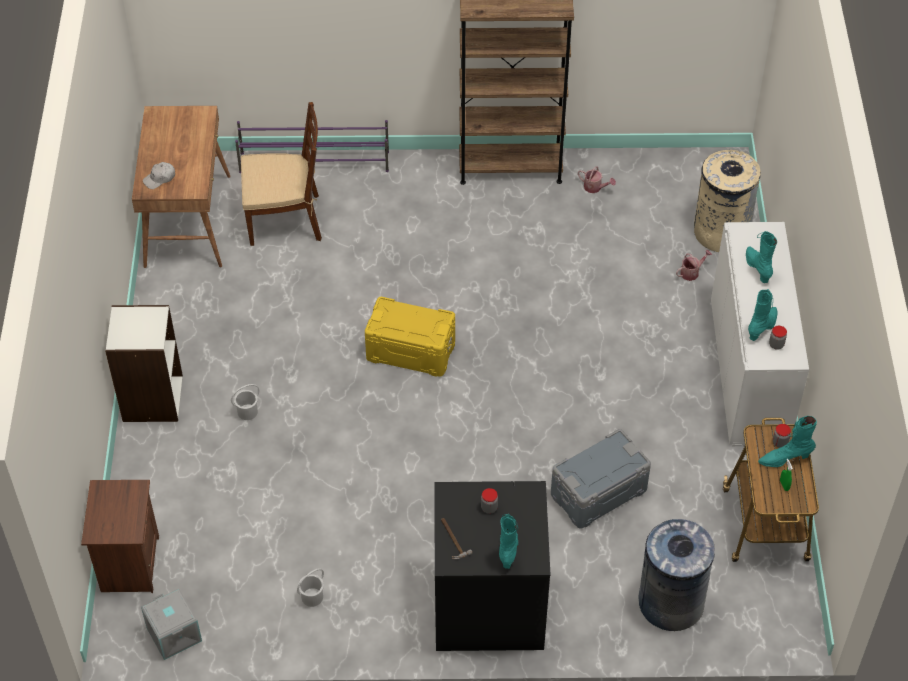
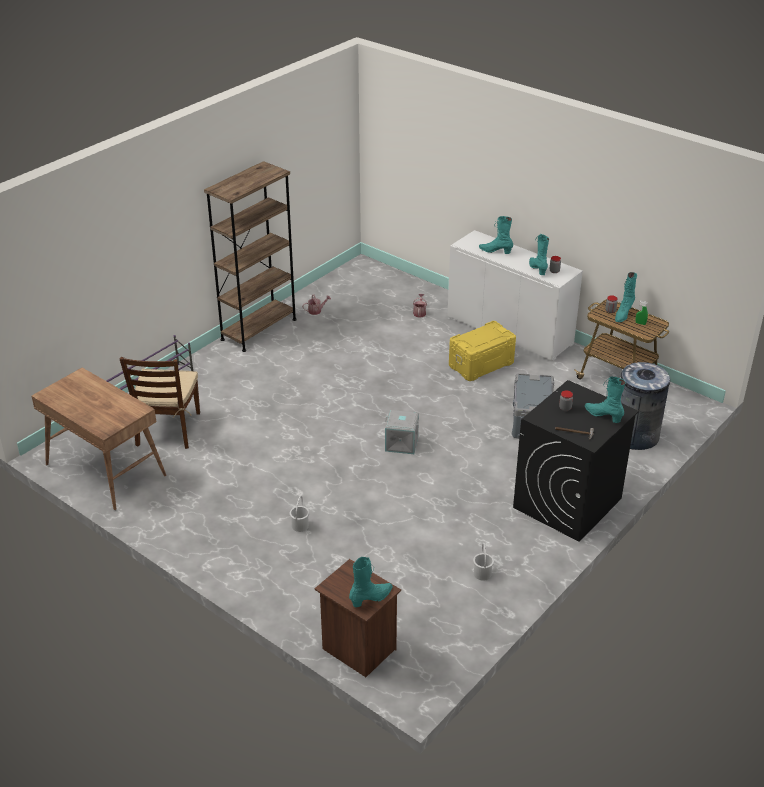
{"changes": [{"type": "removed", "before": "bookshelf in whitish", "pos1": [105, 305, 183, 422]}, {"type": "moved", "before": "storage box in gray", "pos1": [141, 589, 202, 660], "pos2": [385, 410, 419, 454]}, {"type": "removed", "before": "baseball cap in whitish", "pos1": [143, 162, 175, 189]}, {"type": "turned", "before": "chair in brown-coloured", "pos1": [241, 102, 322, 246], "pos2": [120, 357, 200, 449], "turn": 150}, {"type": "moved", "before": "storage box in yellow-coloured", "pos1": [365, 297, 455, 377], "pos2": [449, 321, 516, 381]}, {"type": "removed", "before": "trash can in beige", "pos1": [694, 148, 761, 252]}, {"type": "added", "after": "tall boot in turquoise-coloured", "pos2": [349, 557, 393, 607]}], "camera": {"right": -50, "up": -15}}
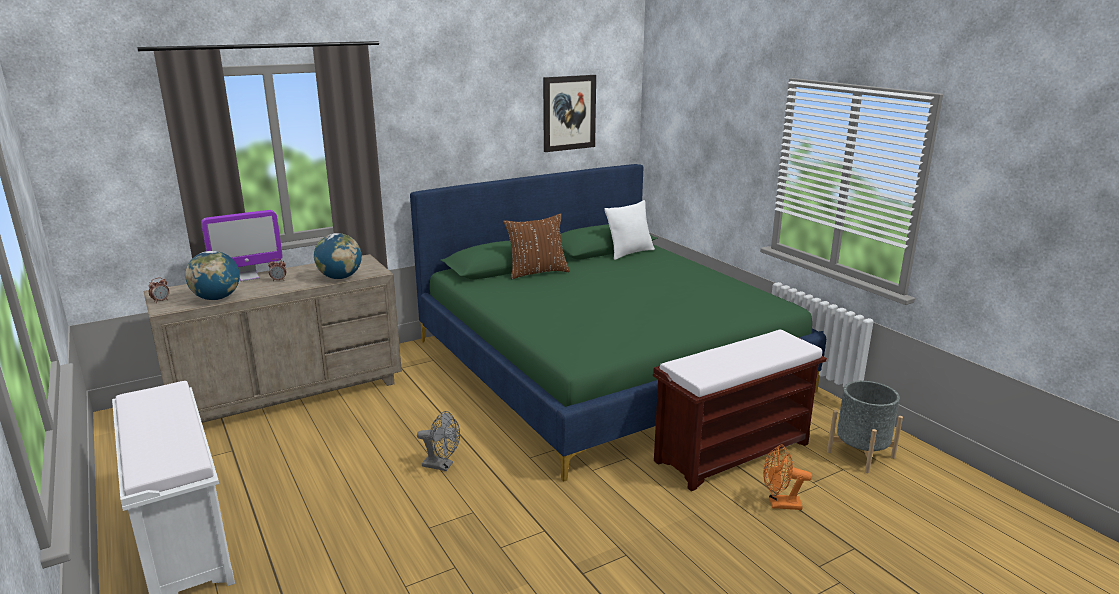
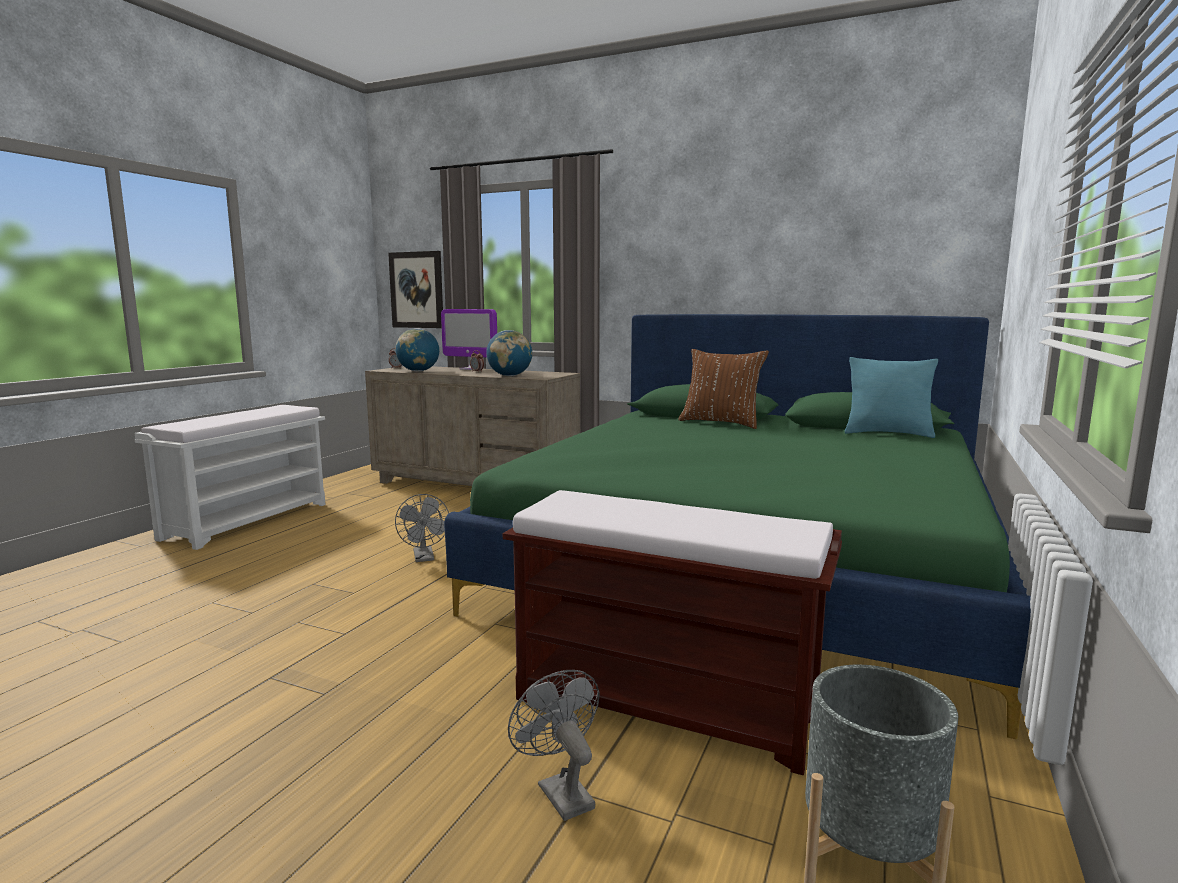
{"changes": [{"type": "moved", "before": "wall picture", "pos1": [543, 75, 596, 152], "pos2": [388, 251, 443, 328]}, {"type": "recoloured", "before": "cushion in whitish", "after": "cushion in turquoise-coloured", "pos1": [604, 200, 655, 260], "pos2": [845, 357, 938, 438]}, {"type": "recoloured", "before": "electric fan in orange", "after": "electric fan in gray", "pos1": [763, 444, 812, 510], "pos2": [508, 670, 600, 821]}], "camera": {"right": 55, "up": -10}}
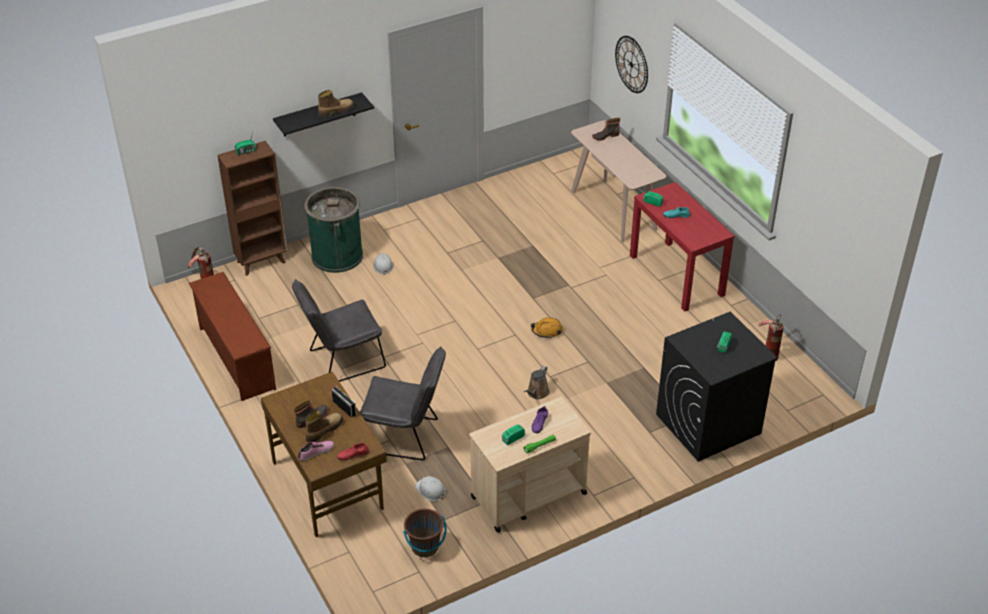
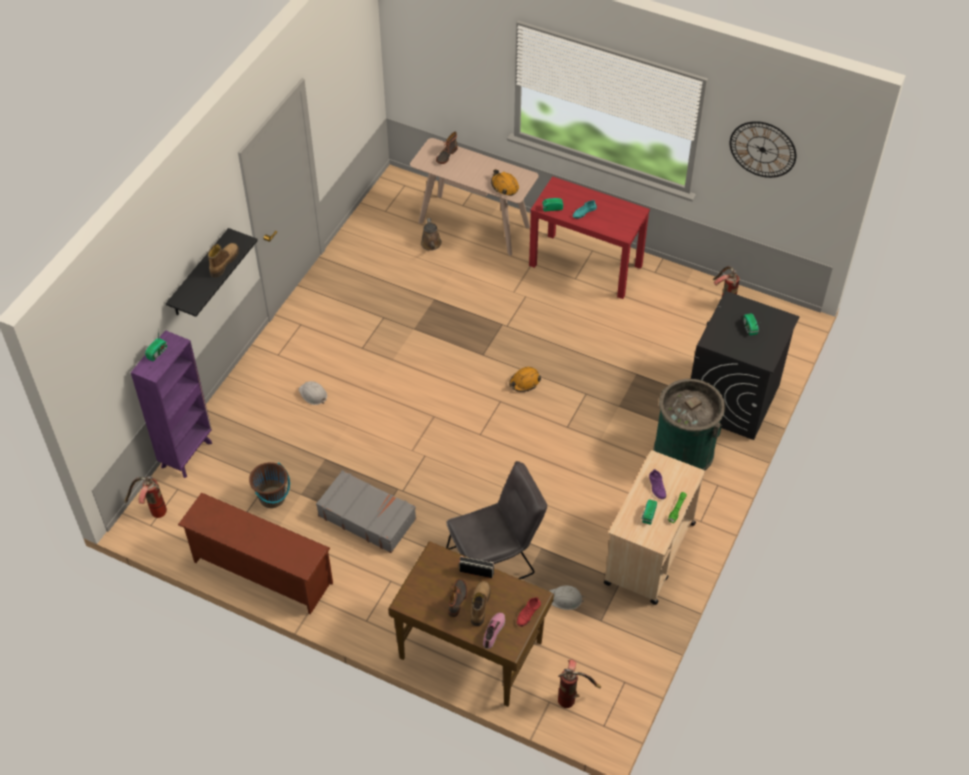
{"changes": [{"type": "recoloured", "before": "bookshelf in brown-coloured", "after": "bookshelf in purplish", "pos1": [217, 141, 288, 276], "pos2": [131, 330, 212, 478]}, {"type": "replaced", "before": "chair in gray", "after": "piece of luggage in gray", "pos1": [292, 279, 386, 382], "pos2": [316, 470, 416, 553]}, {"type": "moved", "before": "trash can in green", "pos1": [304, 187, 363, 273], "pos2": [653, 379, 725, 470]}, {"type": "moved", "before": "pail in brown-coloured", "pos1": [403, 509, 447, 557], "pos2": [249, 462, 290, 508]}, {"type": "moved", "before": "watering can in brown-coloured", "pos1": [524, 366, 550, 399], "pos2": [421, 218, 442, 251]}, {"type": "moved", "before": "hanging clock", "pos1": [615, 36, 648, 93], "pos2": [730, 121, 796, 178]}, {"type": "added", "after": "hard hat in orange", "pos2": [491, 169, 519, 196]}, {"type": "added", "after": "extinguisher", "pos2": [558, 659, 601, 708]}], "camera": {"right": -35, "up": 10}}
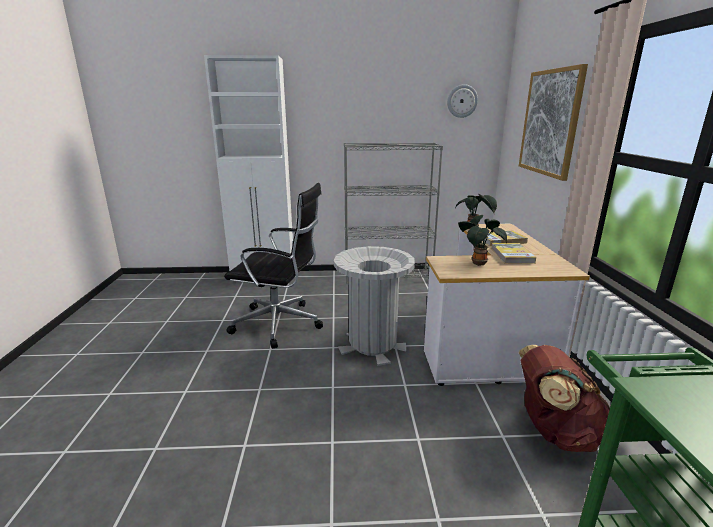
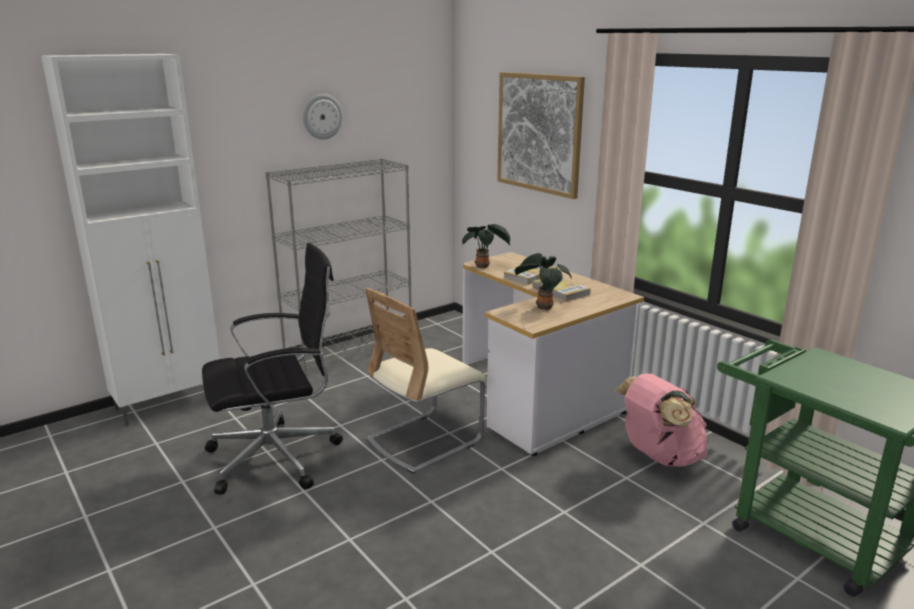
{"changes": [{"type": "replaced", "before": "trash can in gray", "after": "chair in beige", "pos1": [334, 246, 415, 366], "pos2": [365, 288, 486, 474]}, {"type": "moved", "before": "hanging clock", "pos1": [447, 84, 478, 118], "pos2": [303, 94, 343, 140]}, {"type": "recoloured", "before": "backpack in brown-coloured", "after": "backpack in pink-coloured", "pos1": [518, 345, 610, 452], "pos2": [615, 373, 708, 467]}], "camera": {"right": -35, "up": 0}}
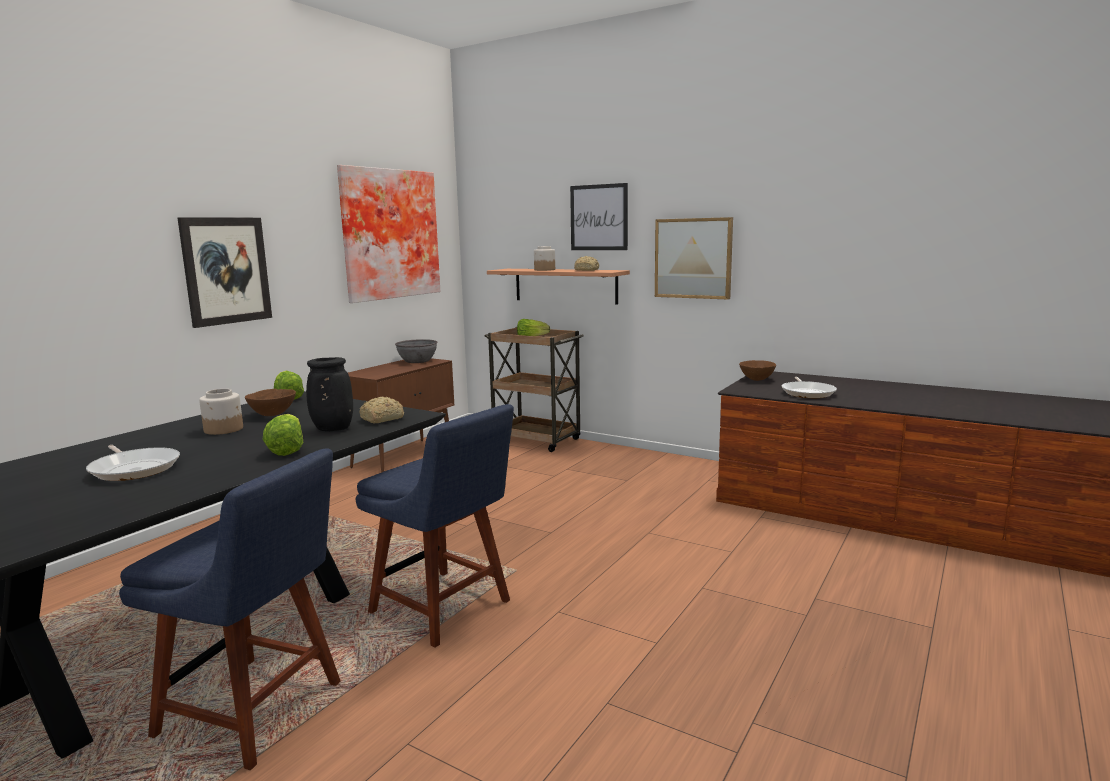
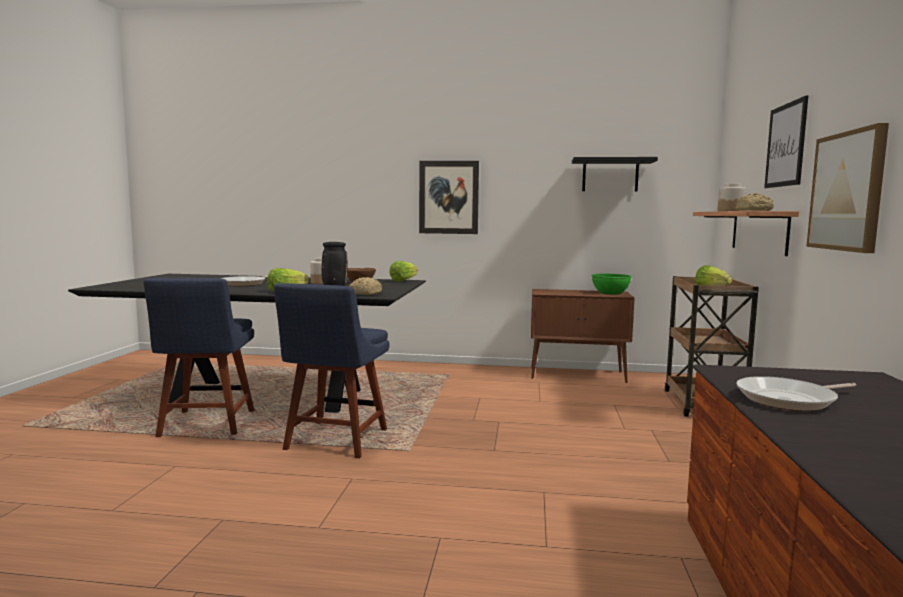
{"changes": [{"type": "replaced", "before": "wall picture", "after": "bracket shelf in black", "pos1": [337, 165, 440, 303], "pos2": [572, 157, 658, 192]}, {"type": "recoloured", "before": "bowl in gray", "after": "bowl in green", "pos1": [395, 339, 437, 363], "pos2": [591, 274, 632, 295]}, {"type": "removed", "before": "bowl in brown-coloured", "pos1": [739, 360, 776, 381]}], "camera": {"right": 65, "up": -5}}
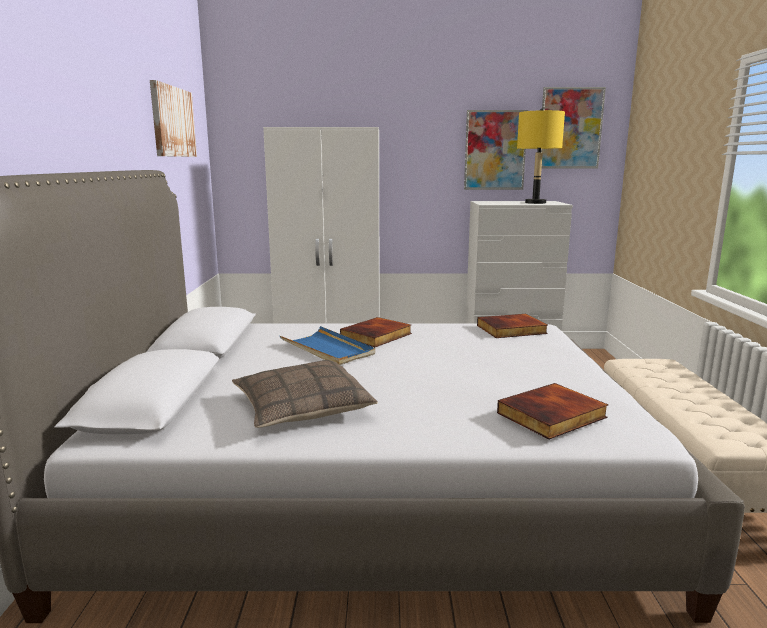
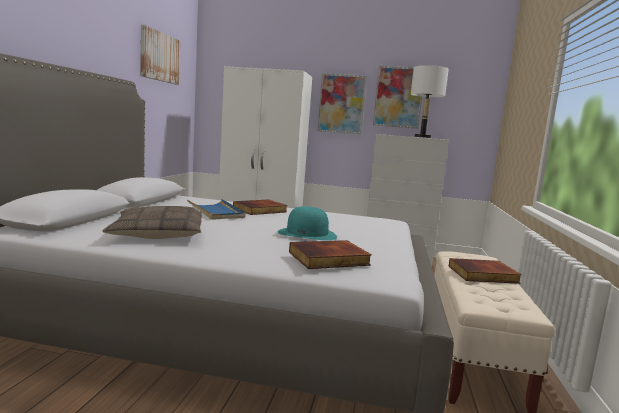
{"changes": [{"type": "moved", "before": "volume", "pos1": [477, 314, 548, 338], "pos2": [448, 258, 522, 284]}, {"type": "recoloured", "before": "table lamp in yellow-coloured", "after": "table lamp in whitish", "pos1": [517, 108, 565, 204], "pos2": [411, 65, 449, 138]}, {"type": "moved", "before": "wall picture", "pos1": [541, 87, 606, 168], "pos2": [318, 73, 367, 134]}, {"type": "added", "after": "wearable hat in turquoise-coloured", "pos2": [278, 206, 337, 241]}], "camera": {"right": 10, "up": -5}}
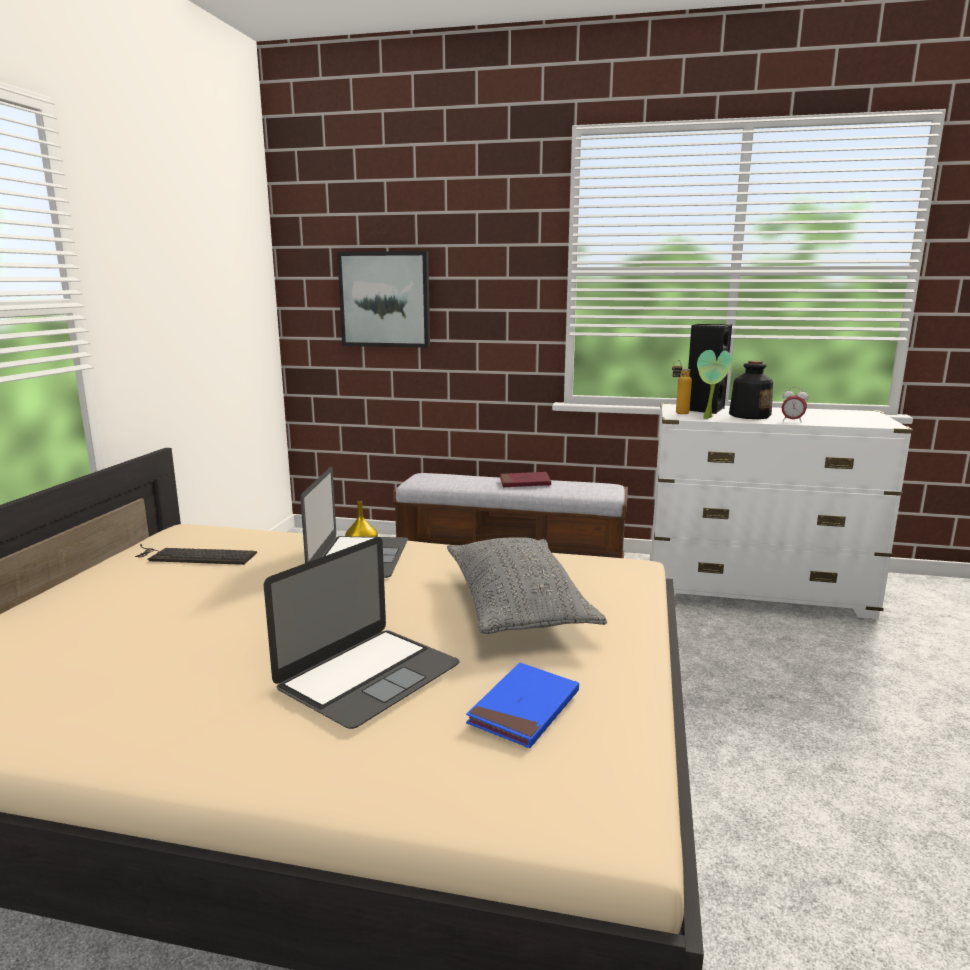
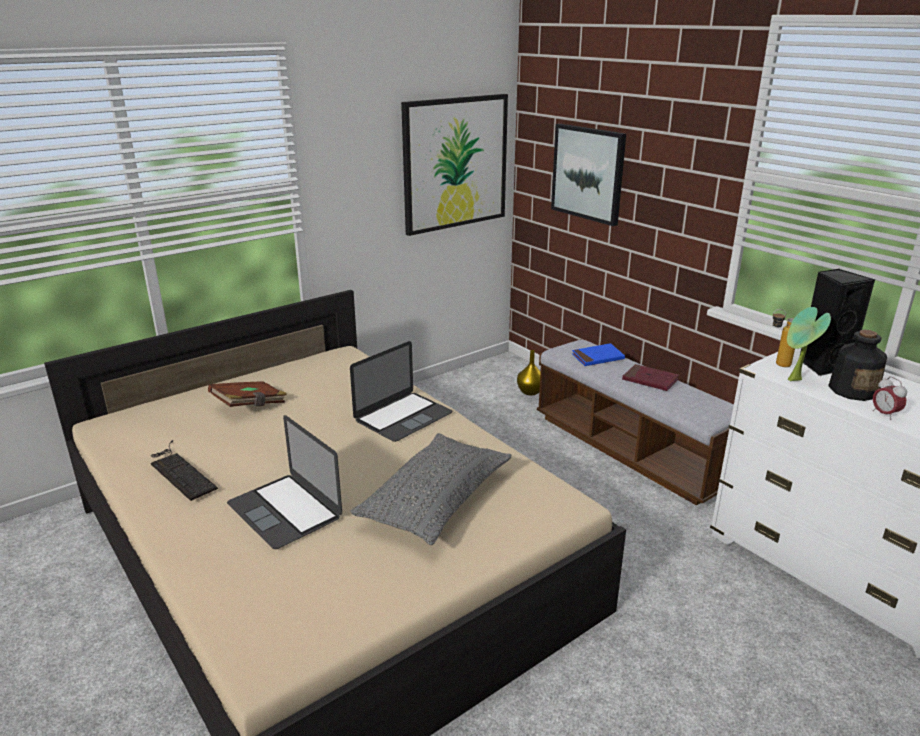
{"changes": [{"type": "moved", "before": "keyboard", "pos1": [135, 544, 257, 565], "pos2": [151, 440, 218, 501]}, {"type": "turned", "before": "laptop", "pos1": [264, 537, 459, 729], "pos2": [227, 415, 342, 549], "turn": 60}, {"type": "moved", "before": "volume in bluish", "pos1": [466, 663, 579, 748], "pos2": [572, 343, 625, 366]}, {"type": "added", "after": "volume in brown-coloured", "pos2": [208, 381, 287, 407]}, {"type": "added", "after": "wall picture", "pos2": [401, 94, 508, 236]}], "camera": {"right": 40, "up": 10}}
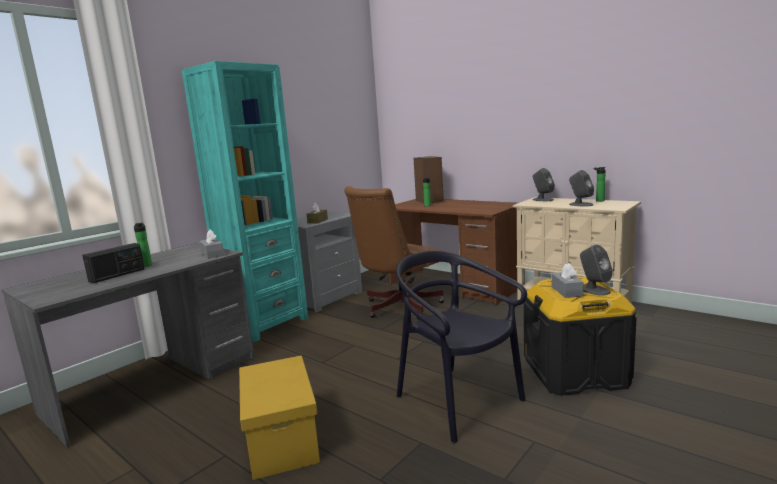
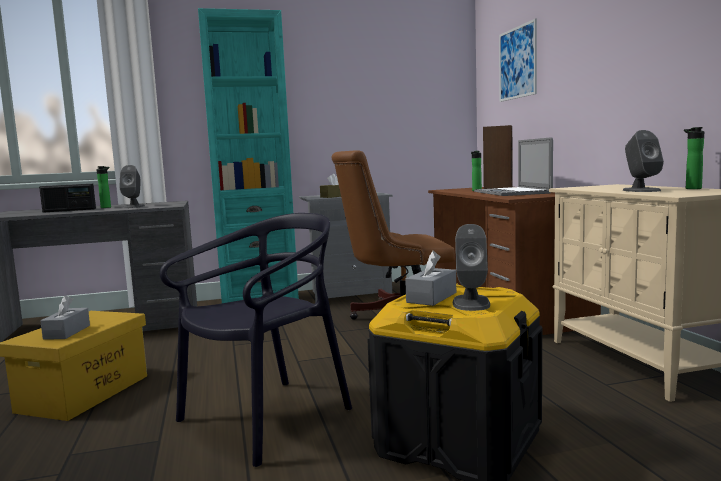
{"changes": [{"type": "moved", "before": "tissue holder in gray", "pos1": [199, 230, 224, 259], "pos2": [40, 295, 90, 340]}, {"type": "turned", "before": "chair in black", "pos1": [396, 251, 527, 443], "pos2": [160, 213, 352, 467], "turn": 45}, {"type": "moved", "before": "speaker in gray", "pos1": [533, 168, 555, 201], "pos2": [119, 165, 145, 208]}, {"type": "added", "after": "laptop", "pos2": [474, 137, 553, 196]}, {"type": "added", "after": "wall picture", "pos2": [499, 19, 537, 102]}], "camera": {"right": 35, "up": -5}}
